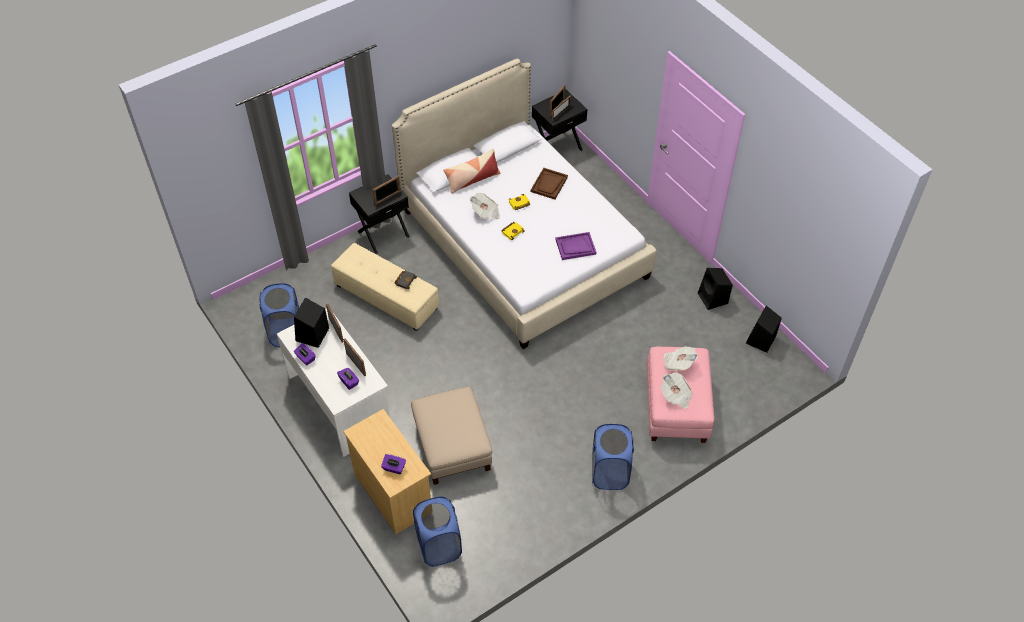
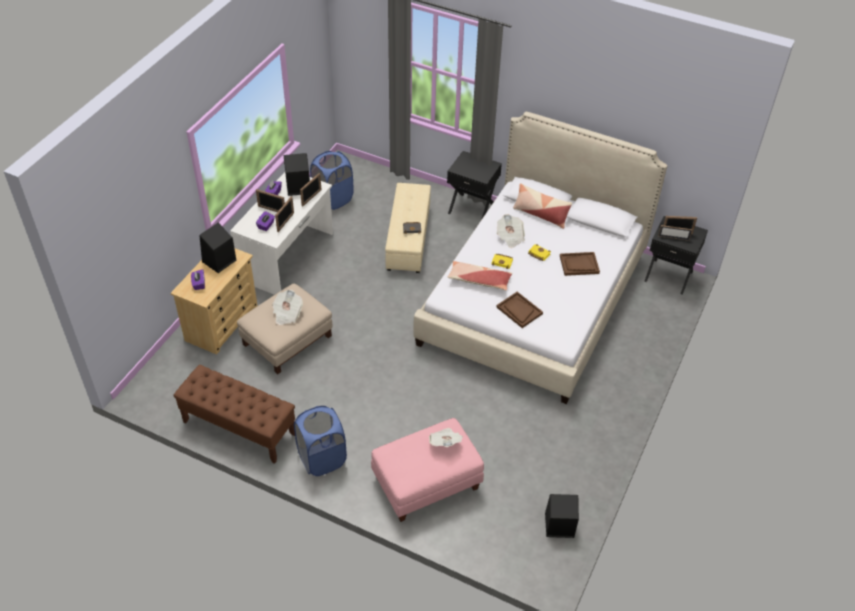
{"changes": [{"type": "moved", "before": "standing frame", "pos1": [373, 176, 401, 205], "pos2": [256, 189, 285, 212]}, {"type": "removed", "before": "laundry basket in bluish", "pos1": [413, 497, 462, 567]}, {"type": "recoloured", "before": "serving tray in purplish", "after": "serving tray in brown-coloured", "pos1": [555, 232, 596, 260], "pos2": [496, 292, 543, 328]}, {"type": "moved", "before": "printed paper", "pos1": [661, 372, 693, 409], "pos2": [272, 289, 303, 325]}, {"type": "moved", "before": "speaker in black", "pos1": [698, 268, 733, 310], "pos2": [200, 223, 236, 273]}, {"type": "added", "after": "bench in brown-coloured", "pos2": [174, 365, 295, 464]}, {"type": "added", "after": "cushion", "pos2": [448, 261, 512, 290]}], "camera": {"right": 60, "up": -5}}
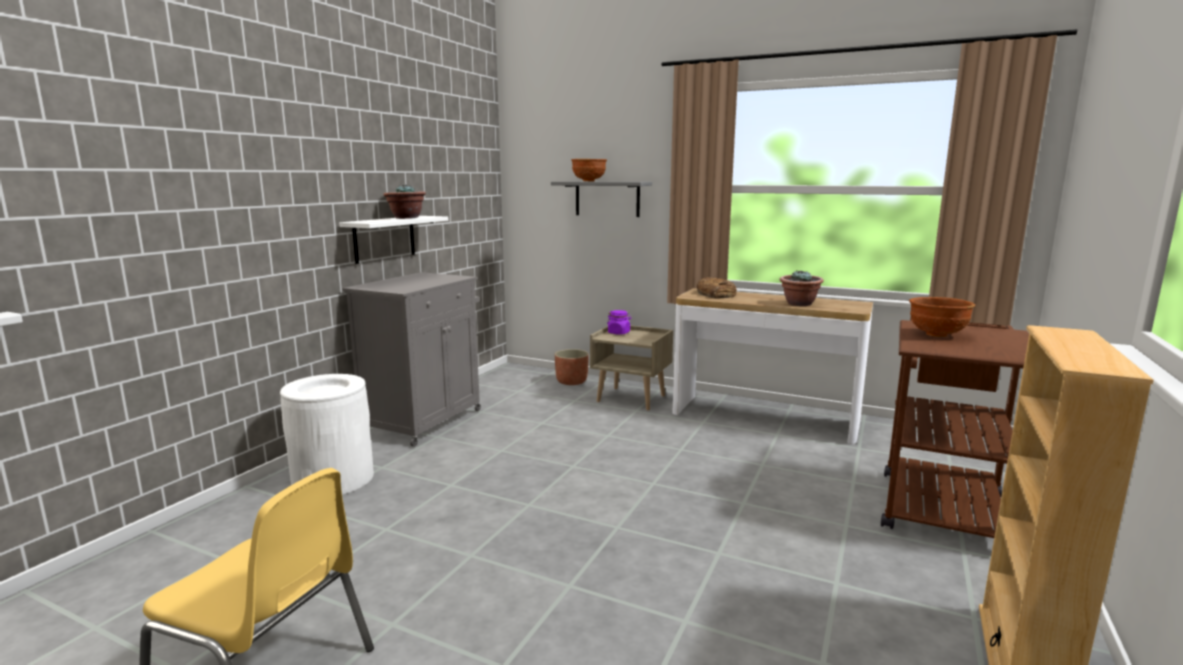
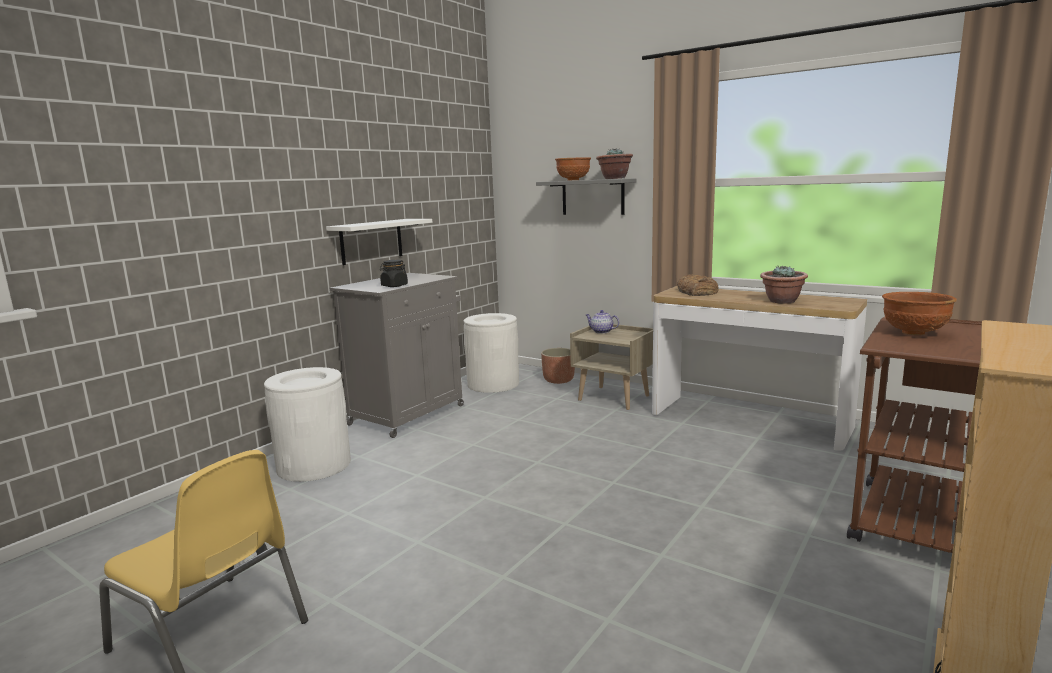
{"changes": [{"type": "moved", "before": "houseplant", "pos1": [383, 185, 426, 219], "pos2": [596, 148, 633, 179]}, {"type": "replaced", "before": "storage jar in purplish", "after": "tea pot", "pos1": [607, 310, 632, 335], "pos2": [586, 310, 619, 334]}, {"type": "added", "after": "storage jar in black", "pos2": [380, 260, 408, 287]}, {"type": "added", "after": "trash can in whitish", "pos2": [464, 313, 519, 393]}], "camera": {"right": 10, "up": 0}}
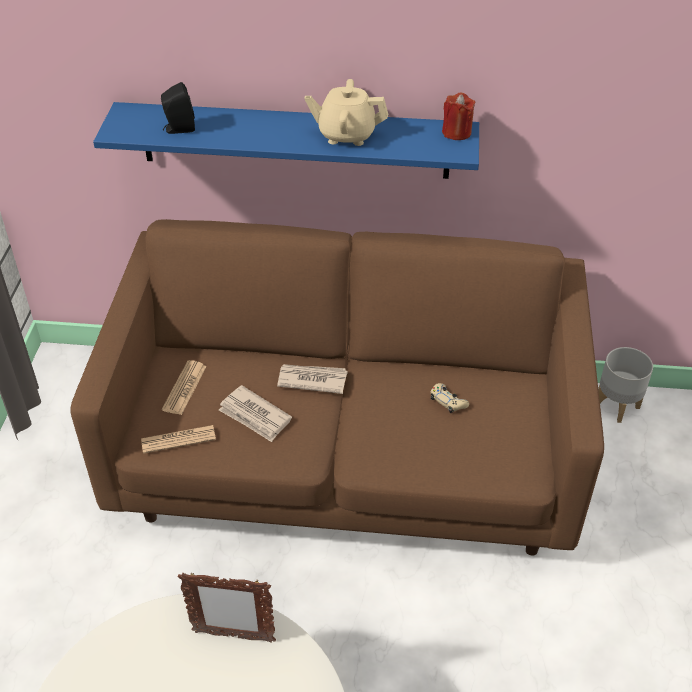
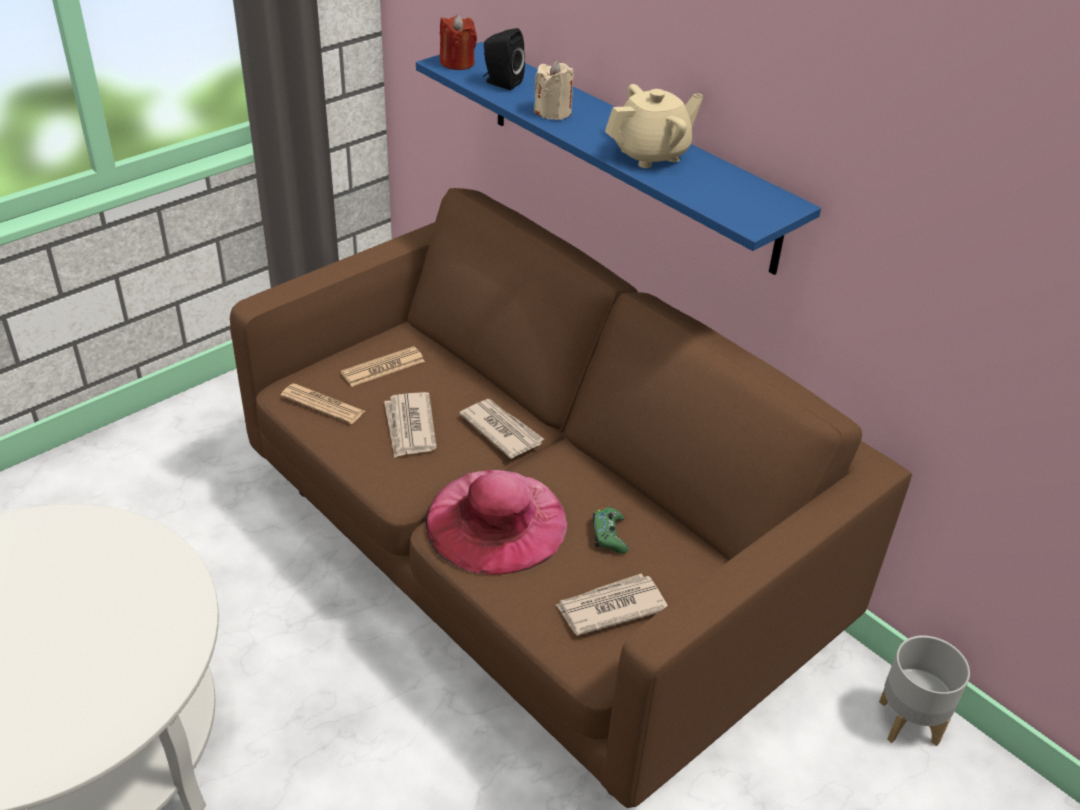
{"changes": [{"type": "removed", "before": "standing frame", "pos1": [178, 572, 276, 643]}, {"type": "turned", "before": "tea pot in beige", "pos1": [304, 79, 388, 146], "pos2": [605, 84, 703, 168], "turn": 105}, {"type": "recoloured", "before": "gamepad in beige", "after": "gamepad in green", "pos1": [431, 383, 469, 413], "pos2": [593, 507, 628, 554]}, {"type": "moved", "before": "candle in red-coloured", "pos1": [442, 92, 476, 140], "pos2": [440, 15, 477, 70]}, {"type": "added", "after": "wearable hat in pink-coloured", "pos2": [426, 470, 568, 575]}, {"type": "added", "after": "candle in beige", "pos2": [534, 60, 574, 120]}, {"type": "added", "after": "printed paper", "pos2": [556, 574, 668, 635]}], "camera": {"right": 40, "up": -5}}
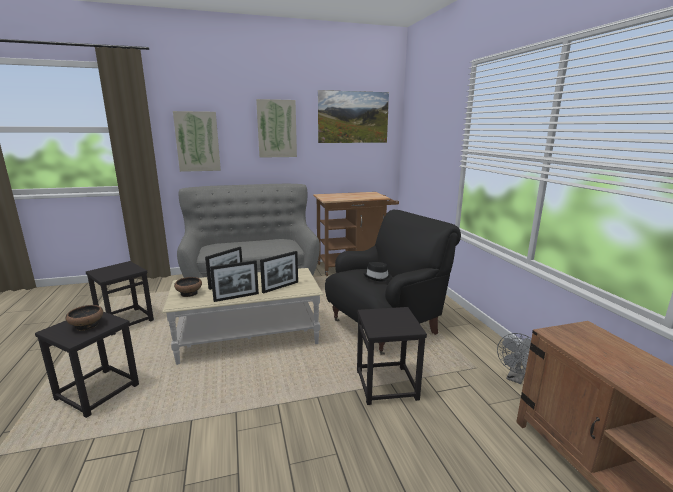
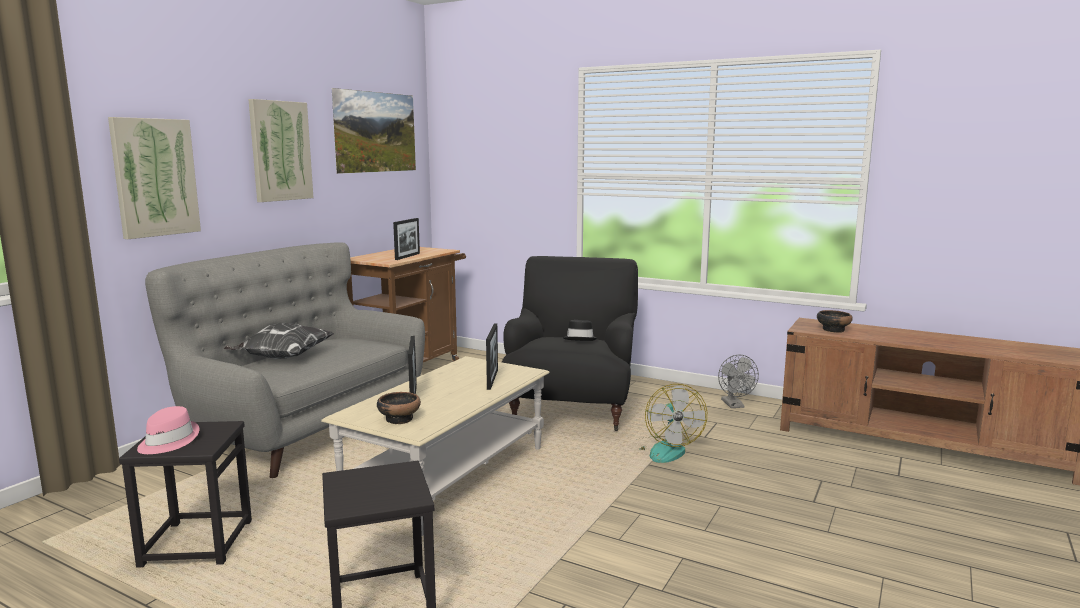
{"changes": [{"type": "moved", "before": "bowl", "pos1": [66, 305, 103, 331], "pos2": [817, 310, 853, 333]}, {"type": "moved", "before": "standing frame", "pos1": [210, 260, 259, 302], "pos2": [393, 218, 420, 260]}, {"type": "replaced", "before": "stool seat in black", "after": "electric fan", "pos1": [357, 307, 427, 405], "pos2": [639, 384, 707, 463]}, {"type": "added", "after": "wearable hat in pink-coloured", "pos2": [137, 406, 199, 454]}, {"type": "added", "after": "cushion", "pos2": [224, 323, 334, 359]}], "camera": {"right": -45, "up": -5}}
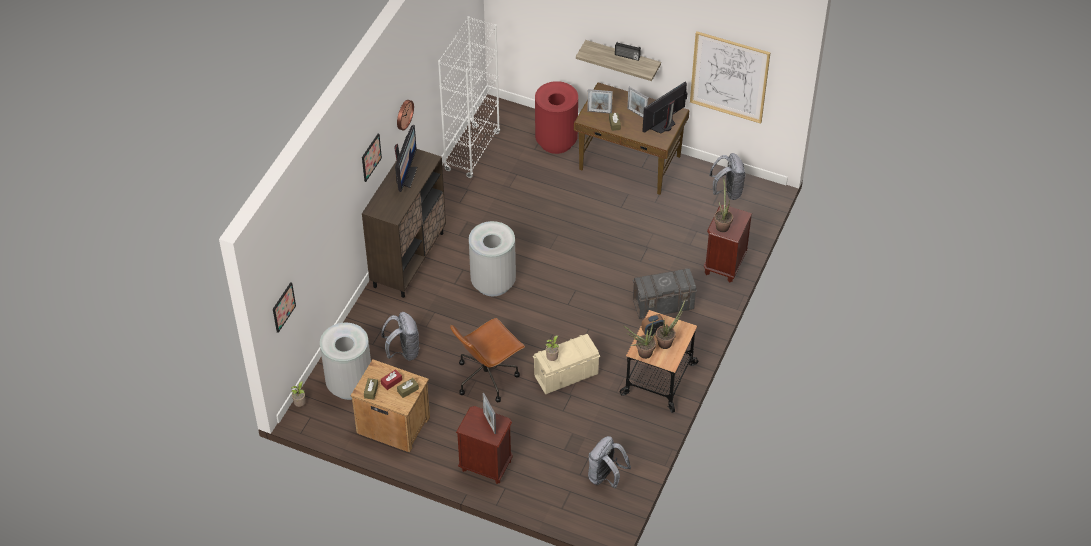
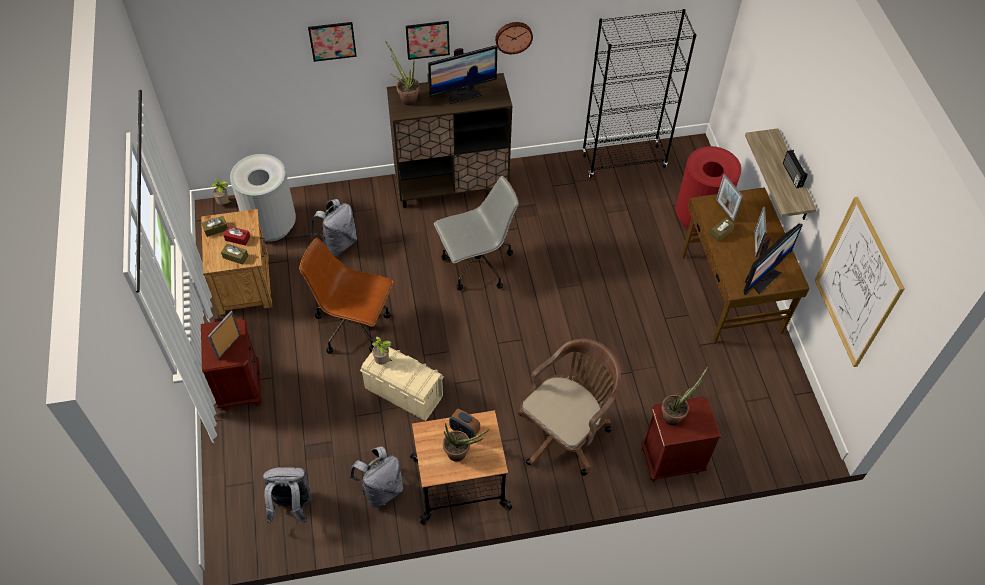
{"changes": [{"type": "moved", "before": "wall picture", "pos1": [273, 282, 296, 333], "pos2": [308, 22, 357, 62]}, {"type": "recoloured", "before": "bookshelf in whitish", "after": "bookshelf in black", "pos1": [438, 16, 500, 178], "pos2": [582, 9, 697, 178]}, {"type": "replaced", "before": "trash can in gray", "after": "office chair in gray", "pos1": [469, 221, 516, 296], "pos2": [434, 176, 519, 291]}, {"type": "moved", "before": "houseplant", "pos1": [624, 319, 656, 359], "pos2": [385, 41, 420, 106]}, {"type": "replaced", "before": "storage box in gray", "after": "office chair in brown-coloured", "pos1": [633, 268, 697, 319], "pos2": [518, 339, 621, 476]}, {"type": "turned", "before": "monitor", "pos1": [642, 81, 687, 134], "pos2": [743, 224, 803, 295], "turn": 120}, {"type": "moved", "before": "backpack in gray", "pos1": [709, 153, 746, 200], "pos2": [350, 446, 403, 508]}], "camera": {"right": 55, "up": 5}}
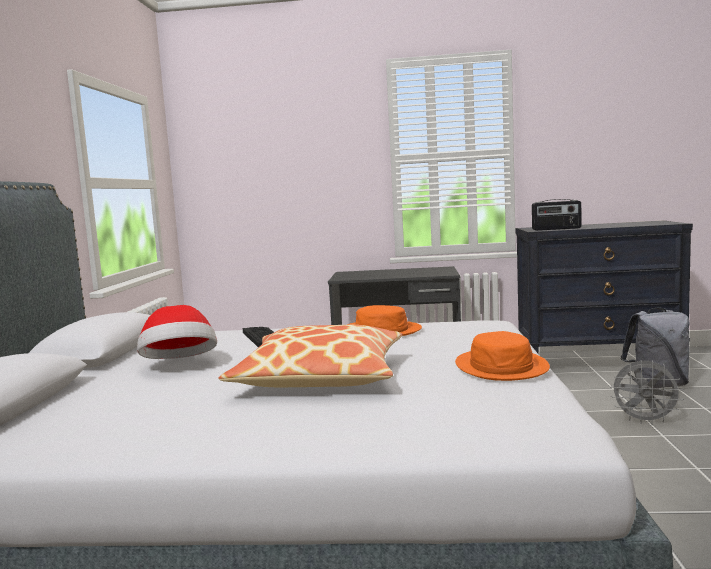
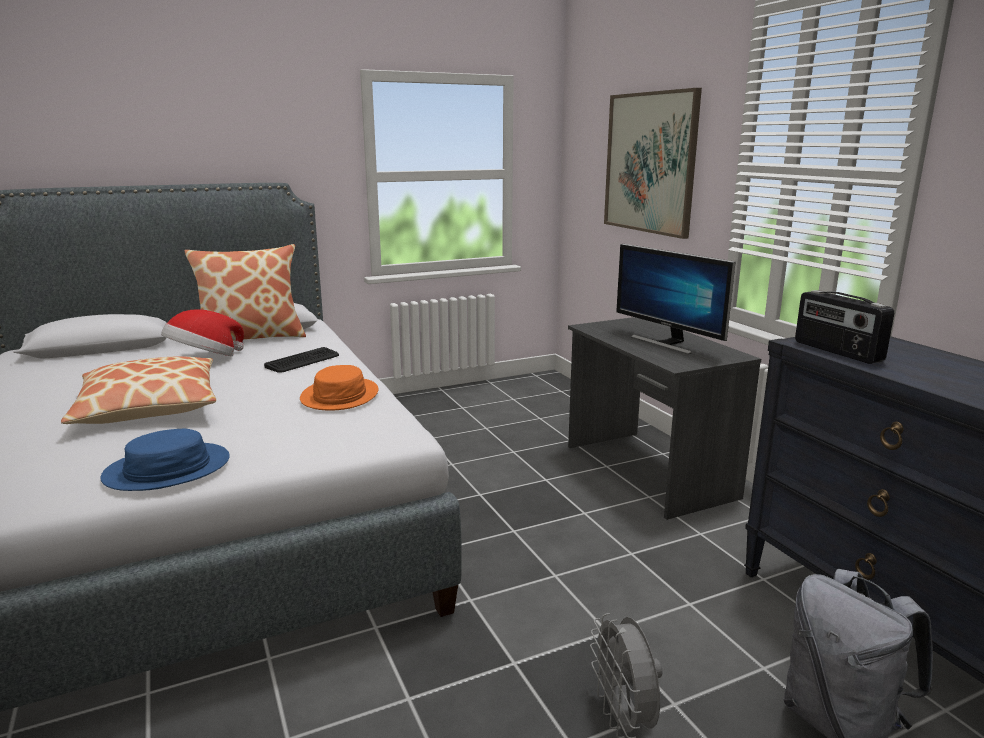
{"changes": [{"type": "recoloured", "before": "wearable hat in orange", "after": "wearable hat in bluish", "pos1": [455, 331, 550, 381], "pos2": [100, 429, 230, 491]}, {"type": "added", "after": "cushion", "pos2": [185, 244, 306, 341]}, {"type": "added", "after": "wall picture", "pos2": [604, 88, 702, 239]}, {"type": "added", "after": "monitor", "pos2": [616, 244, 735, 354]}], "camera": {"right": 60, "up": 10}}
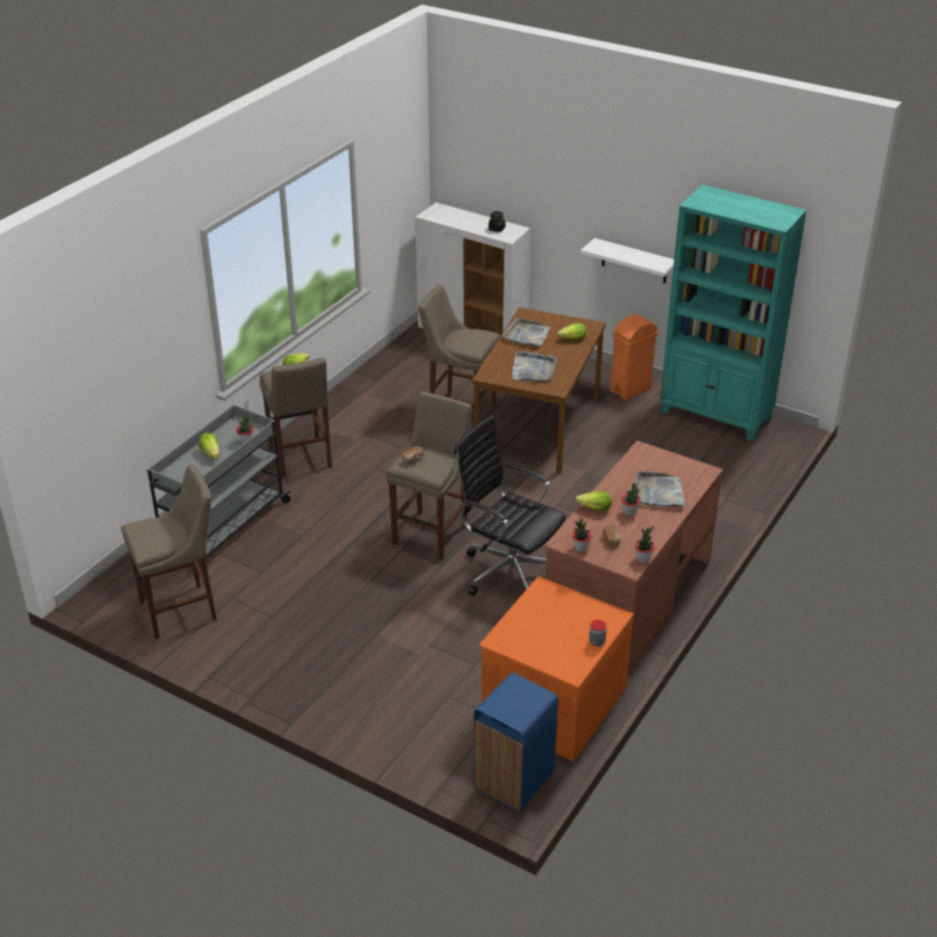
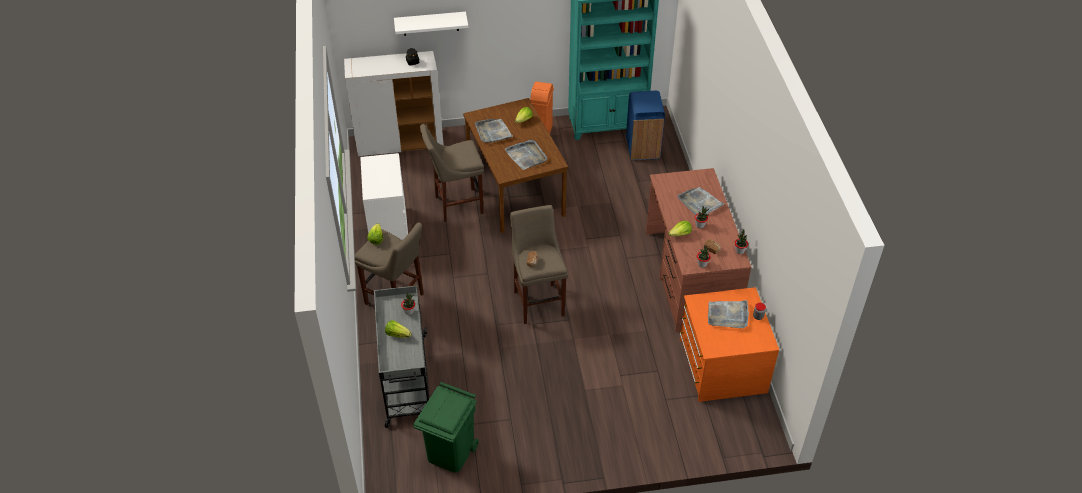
{"changes": [{"type": "replaced", "before": "stool seat in beige", "after": "trash can in green", "pos1": [121, 464, 217, 639], "pos2": [413, 382, 479, 473]}, {"type": "removed", "before": "office chair in black", "pos1": [455, 415, 566, 596]}, {"type": "moved", "before": "trash can in bluish", "pos1": [474, 673, 558, 811], "pos2": [626, 91, 665, 160]}, {"type": "moved", "before": "bracket shelf in whitish", "pos1": [581, 238, 674, 283], "pos2": [394, 12, 468, 36]}, {"type": "added", "after": "dresser in whitish", "pos2": [360, 153, 408, 240]}, {"type": "added", "after": "serving tray in gray", "pos2": [708, 300, 749, 328]}], "camera": {"right": -40, "up": 10}}
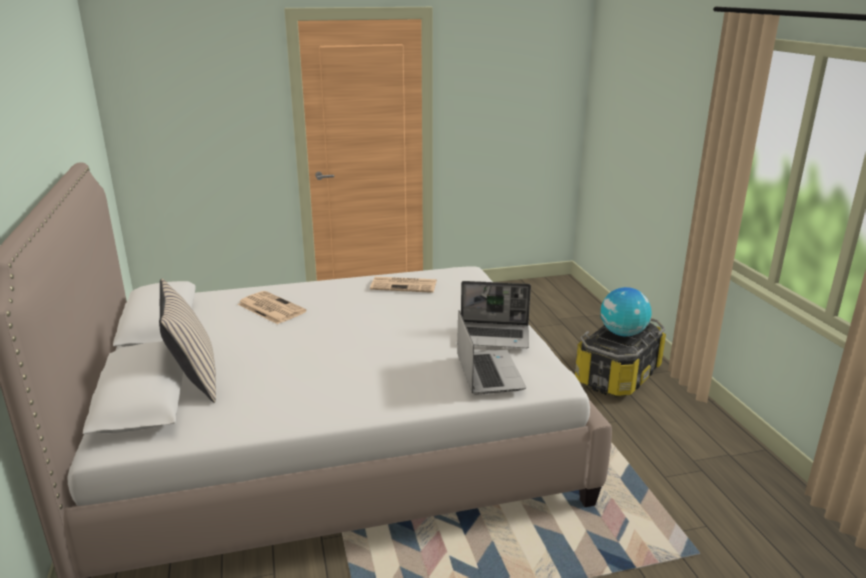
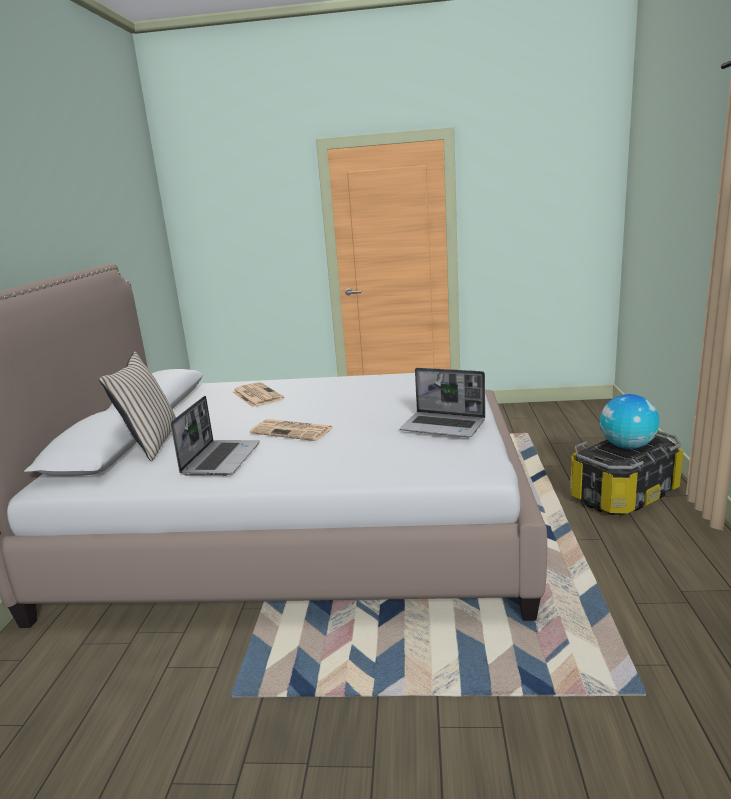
{"changes": [{"type": "moved", "before": "printed paper", "pos1": [370, 277, 436, 293], "pos2": [250, 419, 334, 441]}, {"type": "moved", "before": "laptop", "pos1": [457, 310, 526, 395], "pos2": [171, 396, 260, 476]}], "camera": {"right": 20, "up": -5}}
